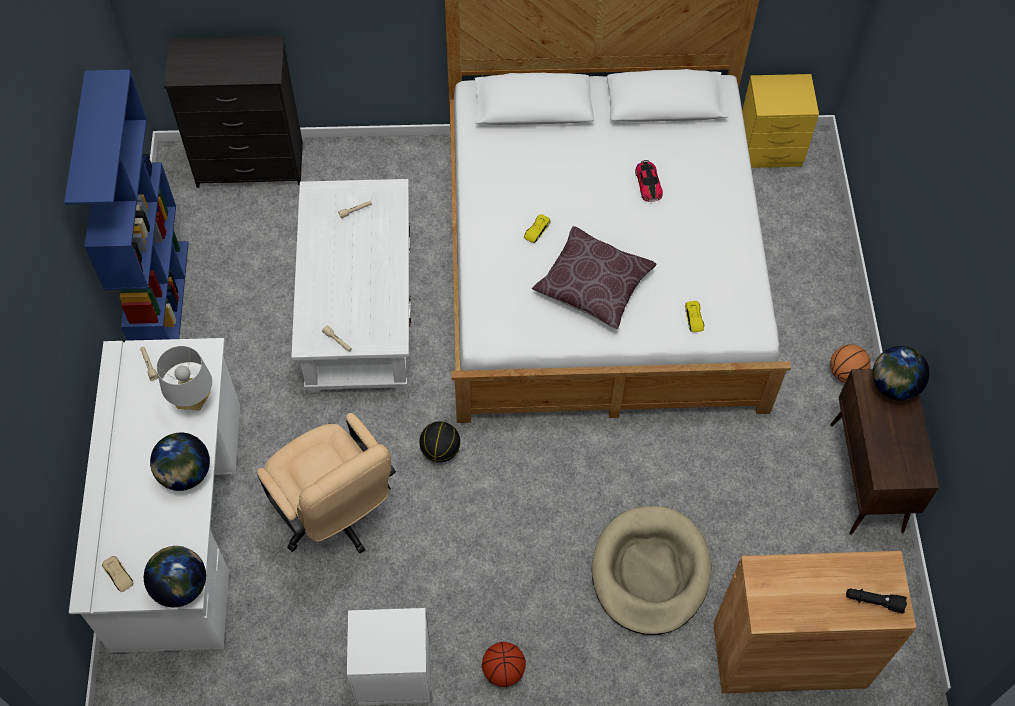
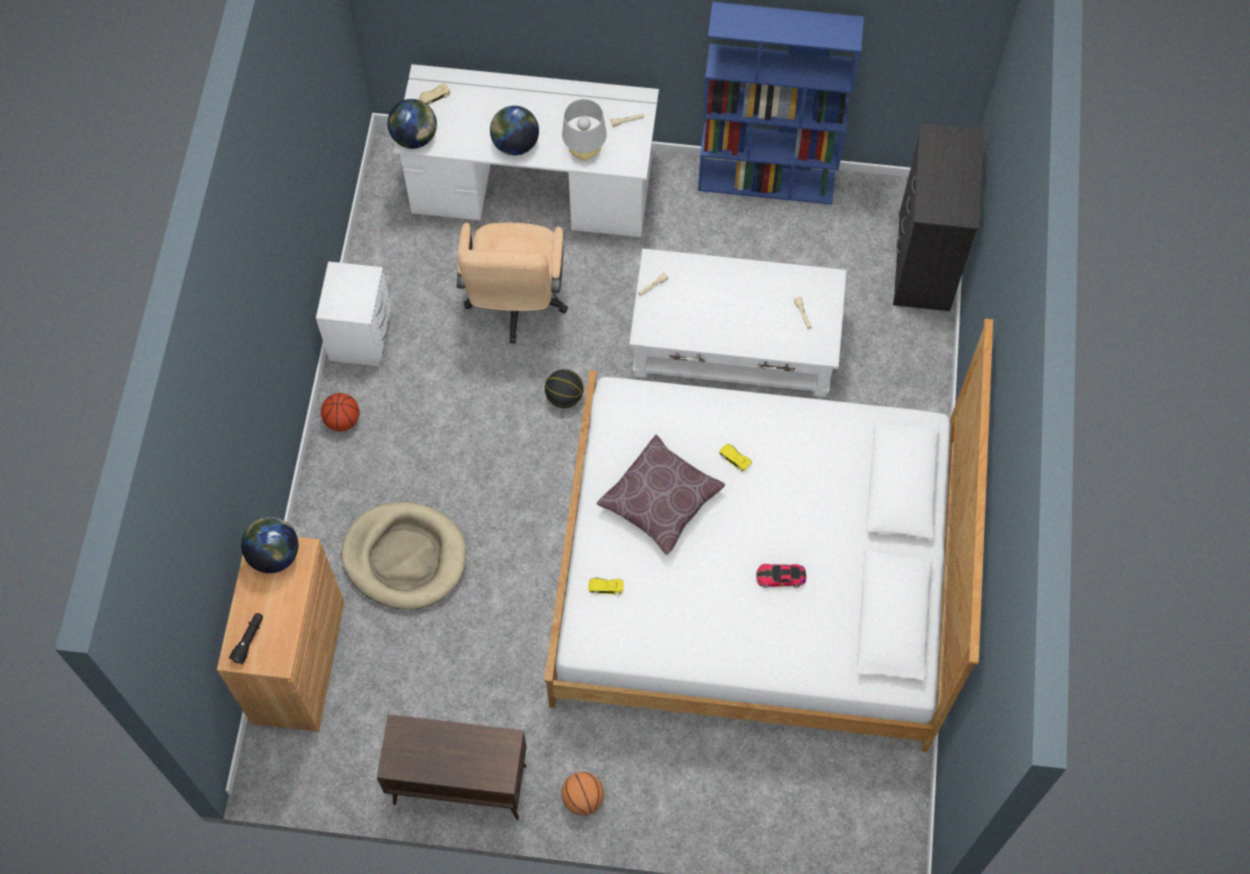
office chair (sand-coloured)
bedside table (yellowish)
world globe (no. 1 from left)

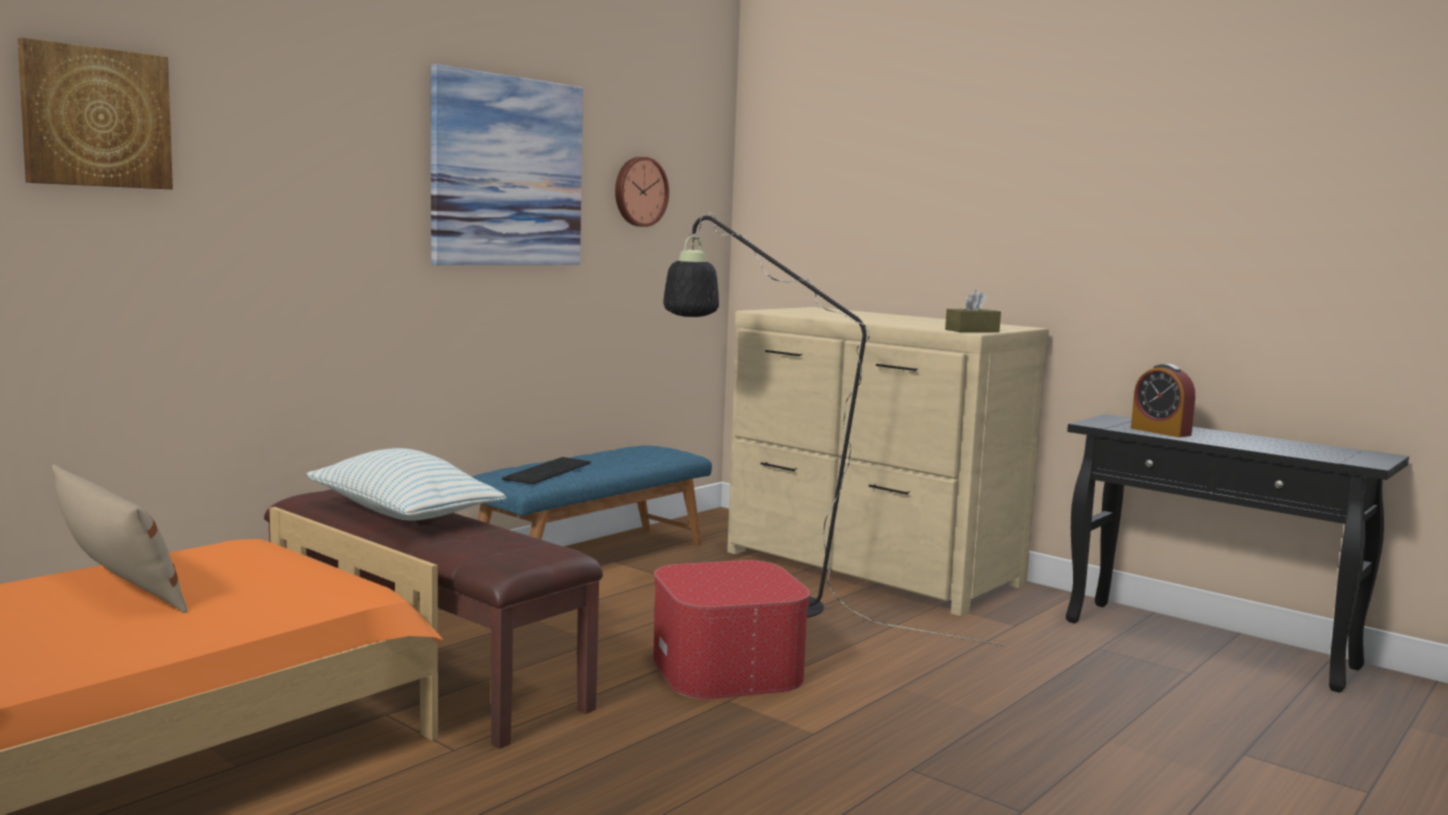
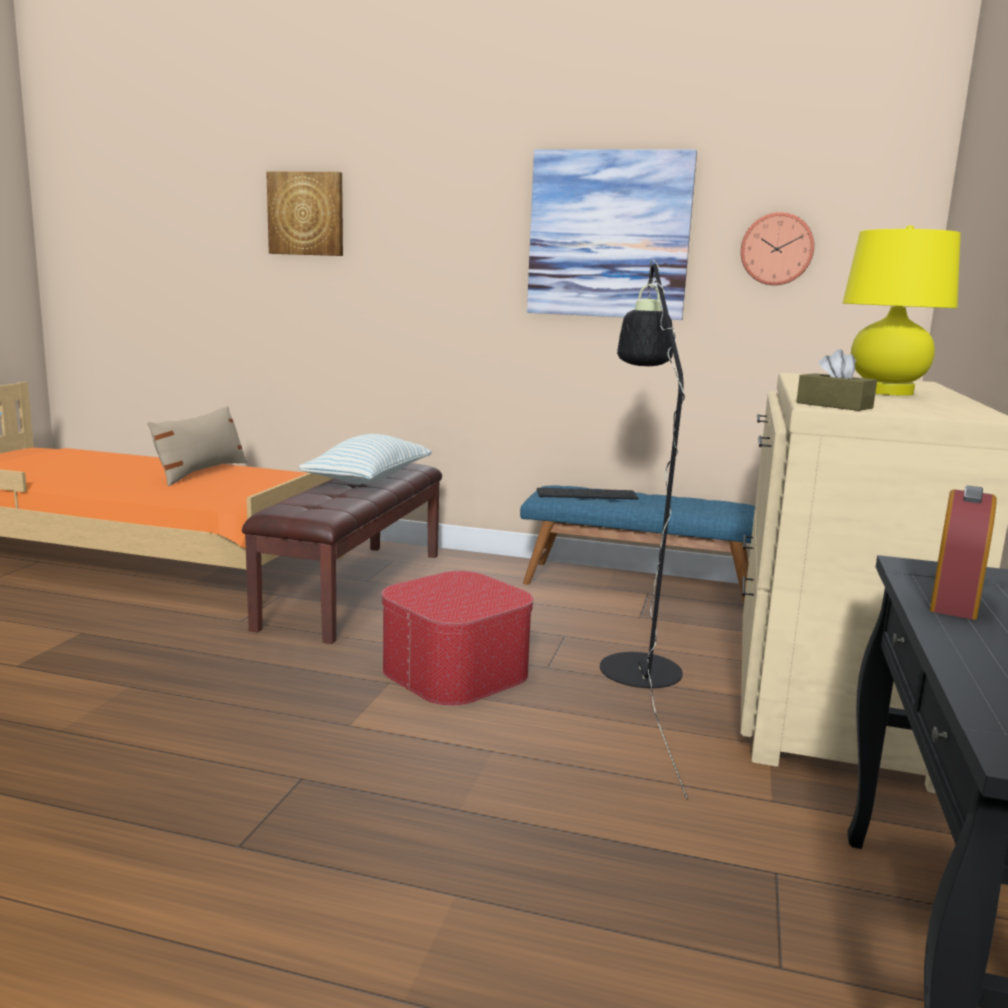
table lamp (yellowish)

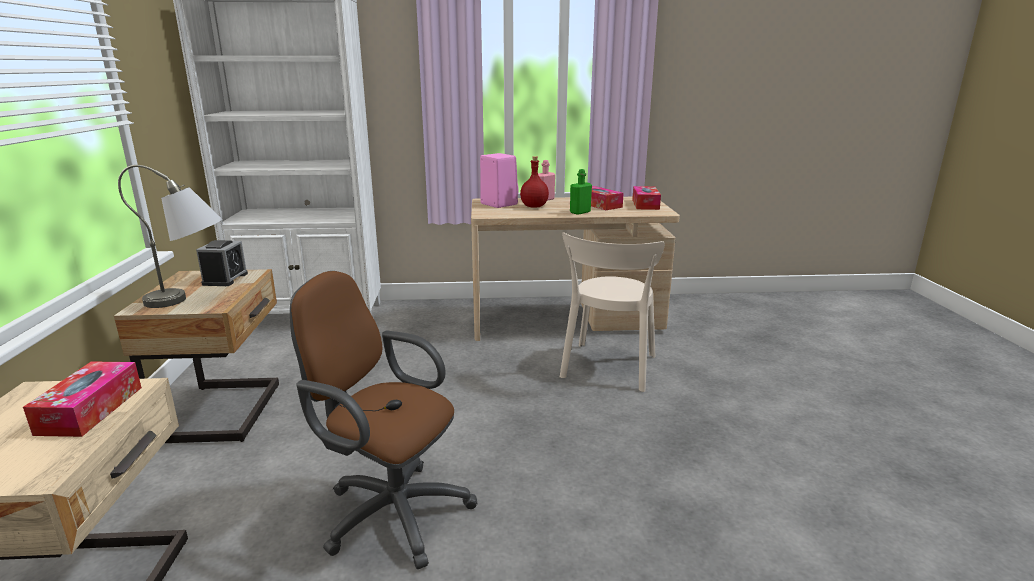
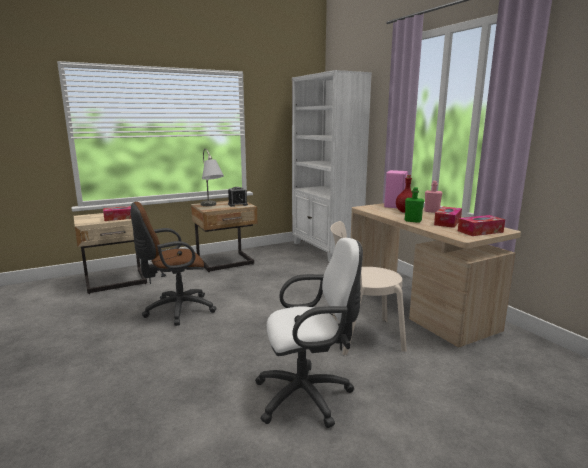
office chair (brown-coloured)
office chair (white)

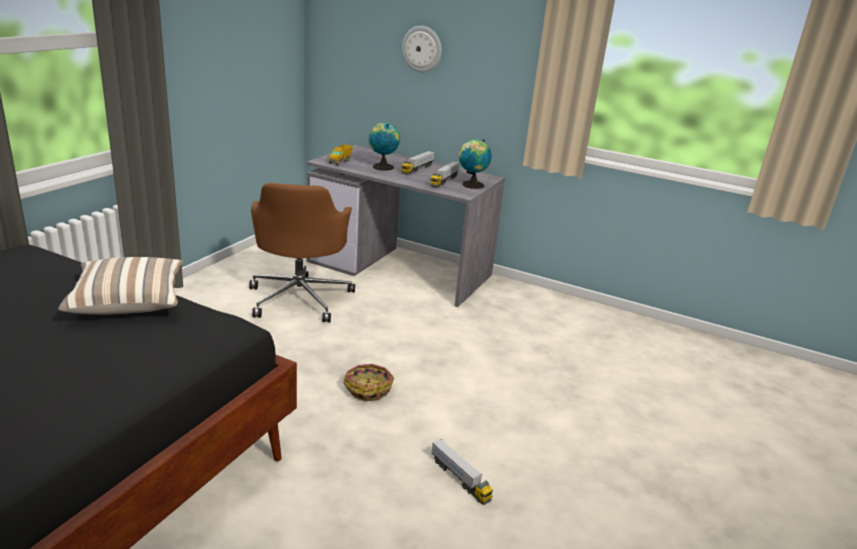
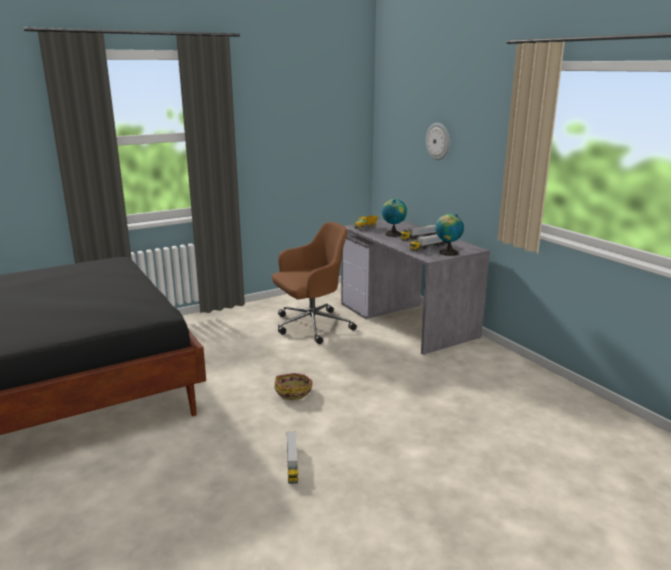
cushion
office chair (brown-coloured)

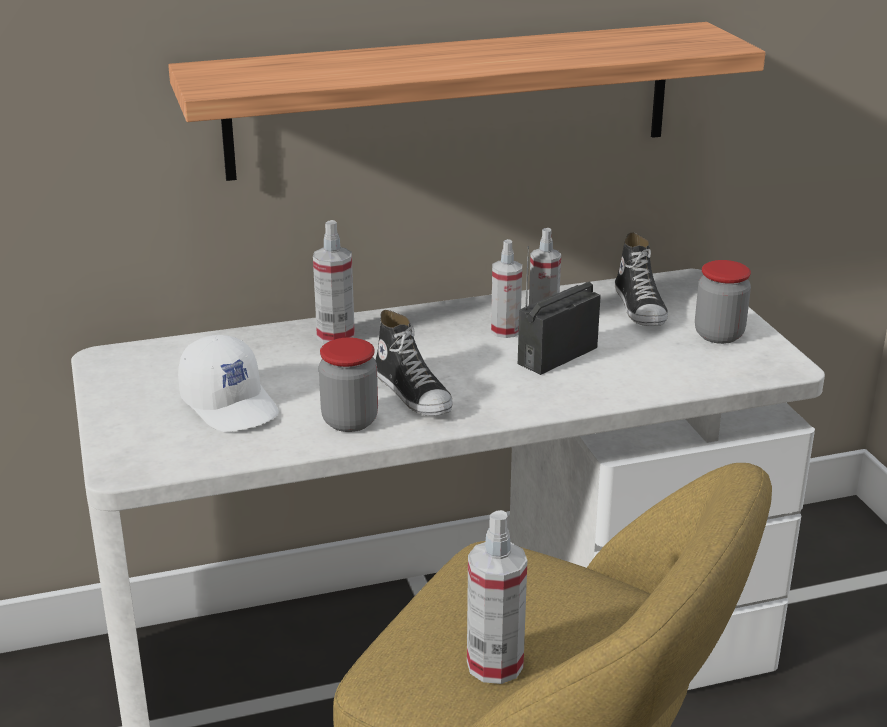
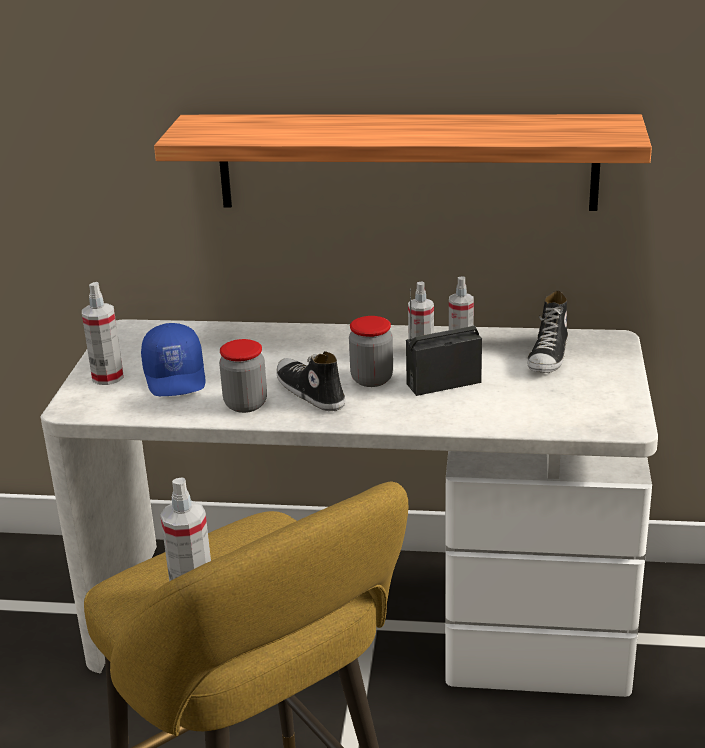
peaked cap (blue)
sprayer (no. 1 from left)
low shoe (no. 1 from left)
preserve jar (no. 2 from left)

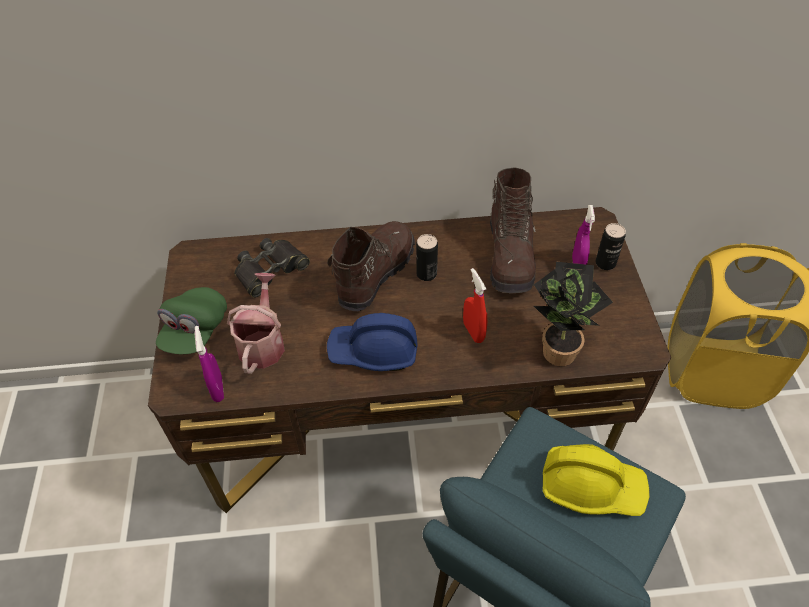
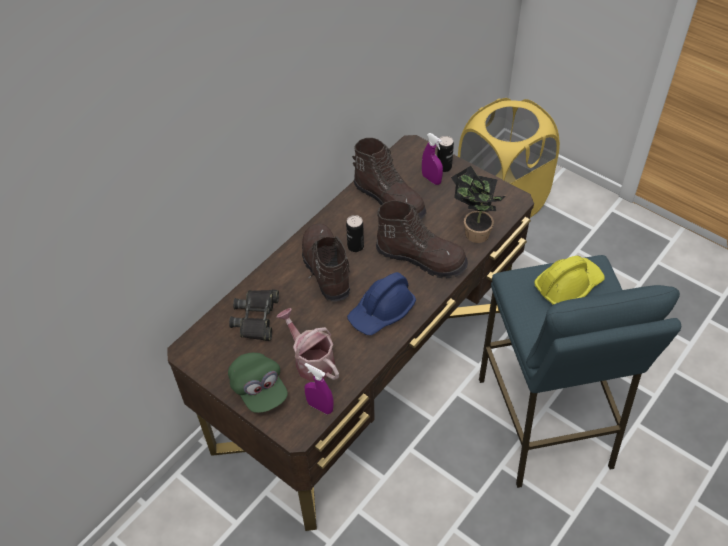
tall boot (brown-coloured) (no. 3 from left)

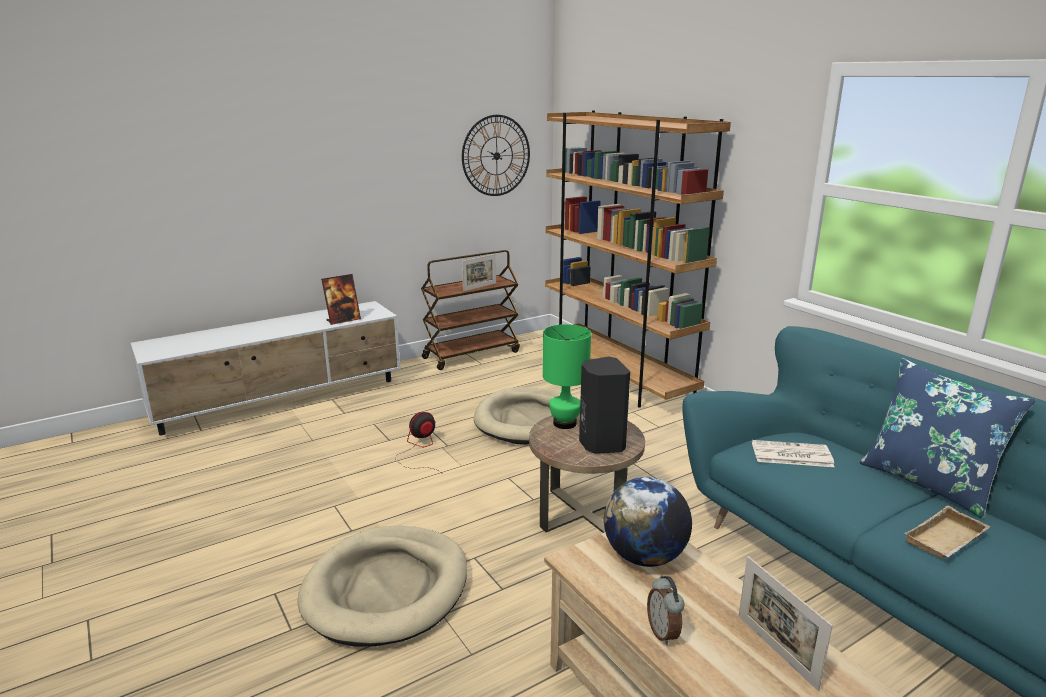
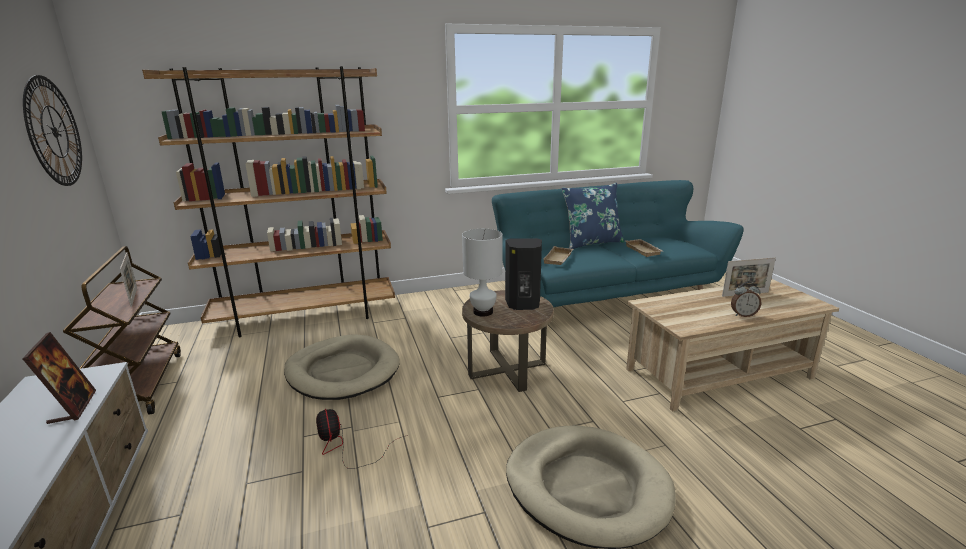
table lamp (white)
world globe
carrying tray (sand-coloured) (no. 1 from left)

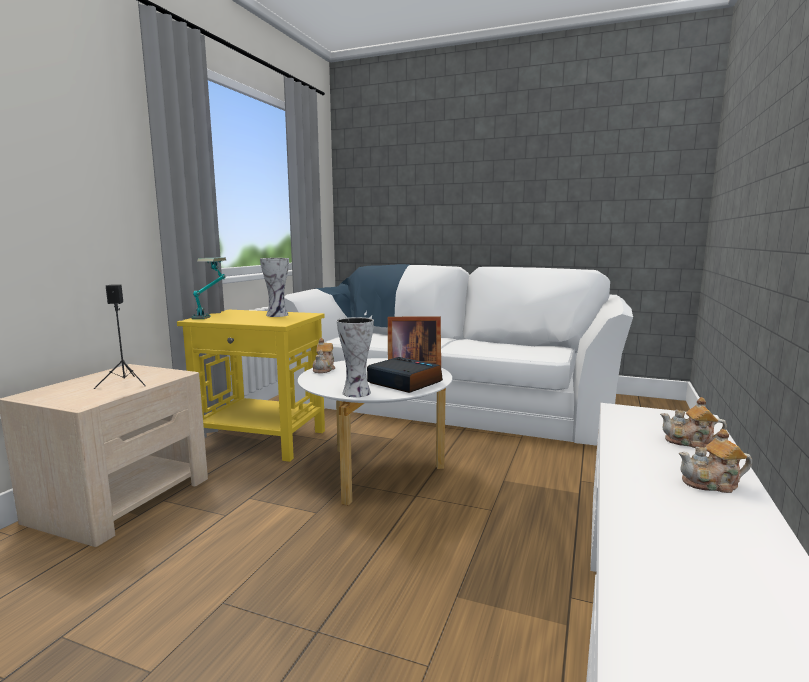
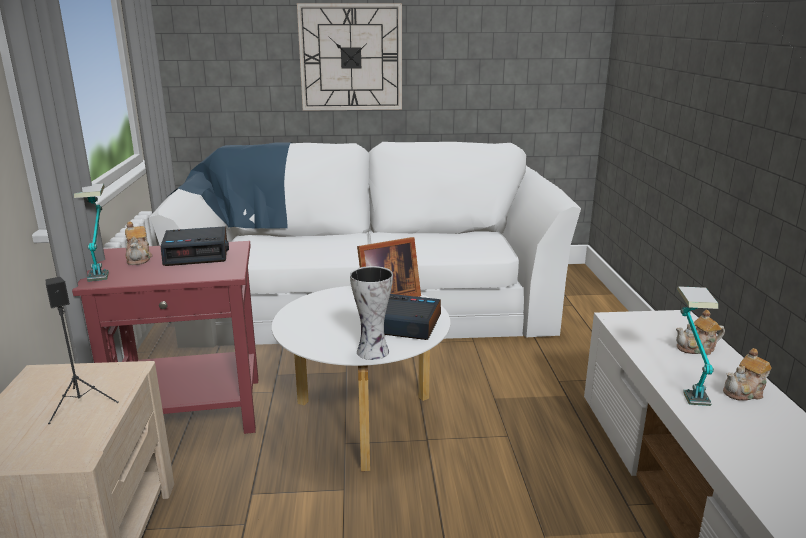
accent table (red)
table clock (no. 1 from left)
teapot (no. 1 from left)
clock on the wall
table lamp (no. 2 from left)

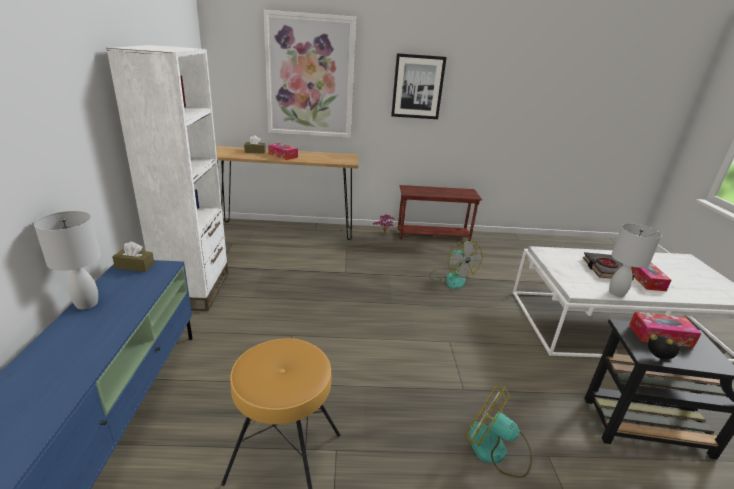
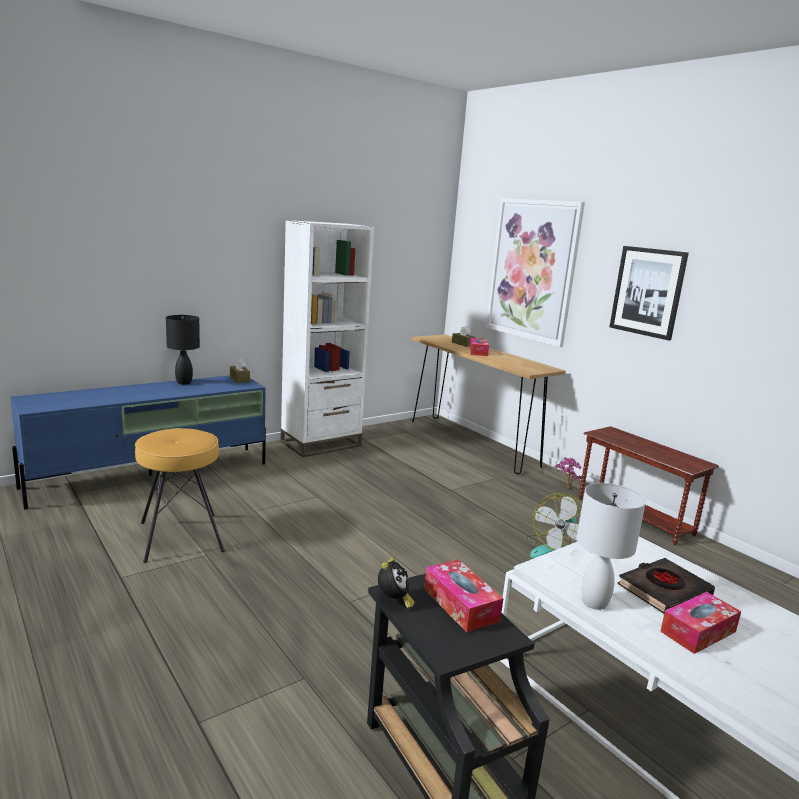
table lamp (black)
fan (no. 2 from left in the first image)

